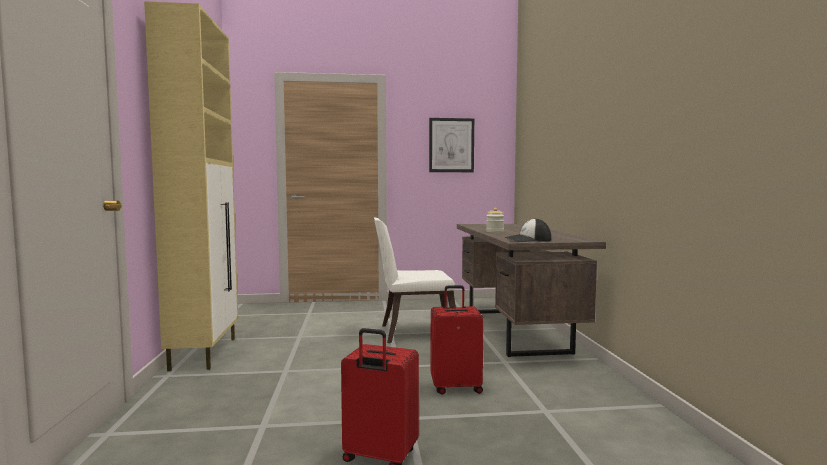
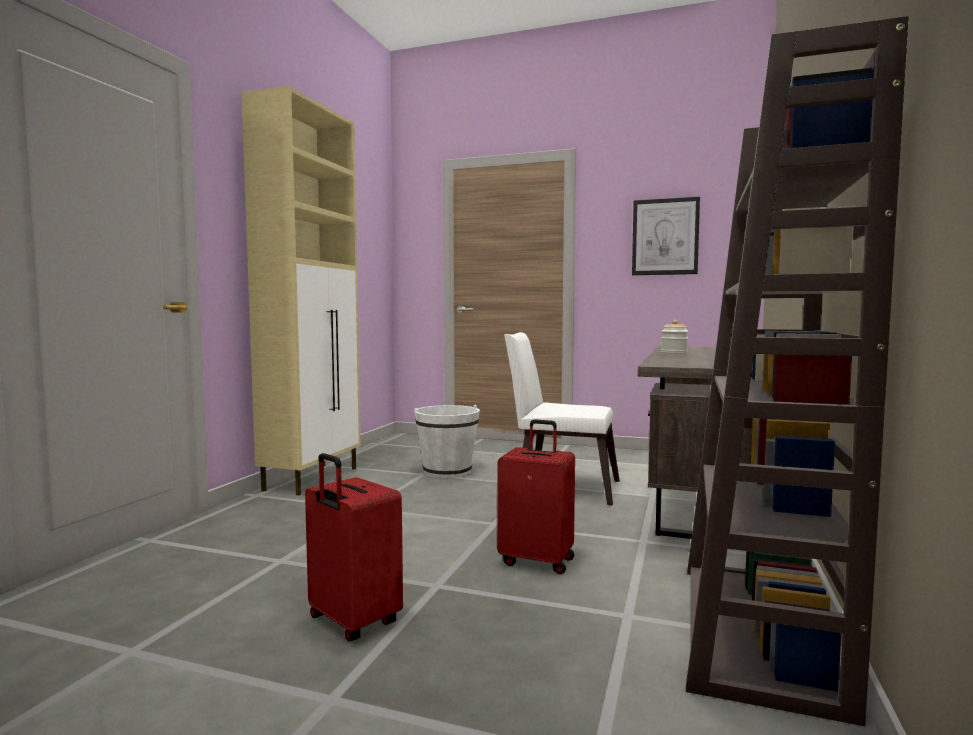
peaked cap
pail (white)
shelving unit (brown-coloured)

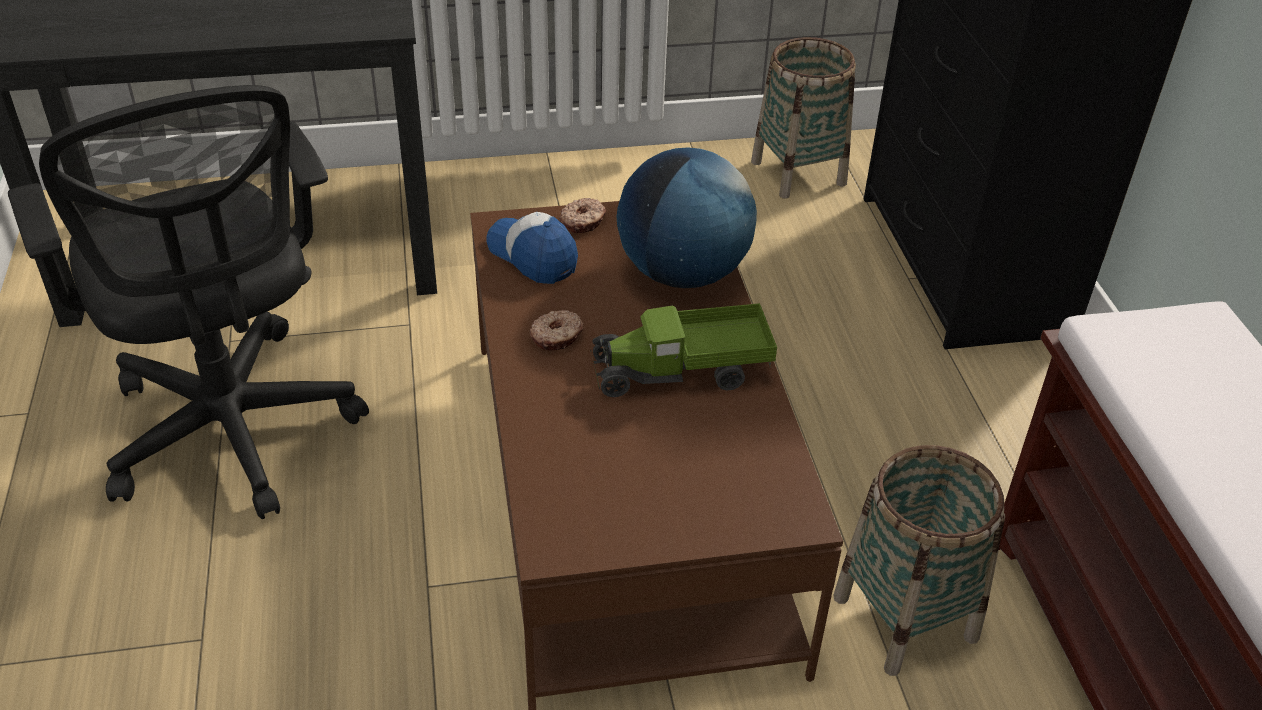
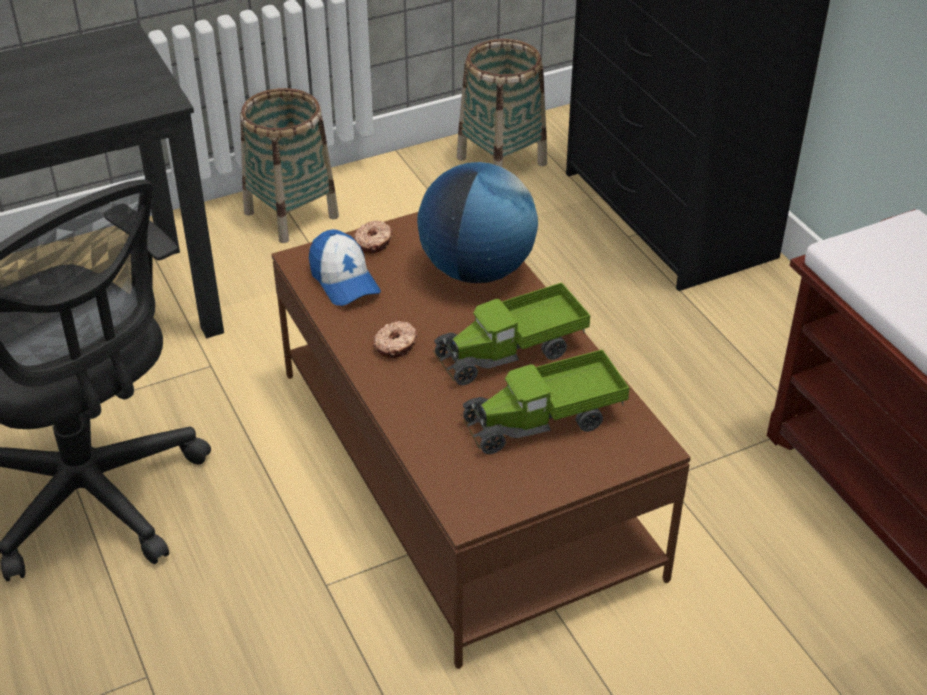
peaked cap
storage basket (no. 1 from left)
toy truck (no. 2 from left)

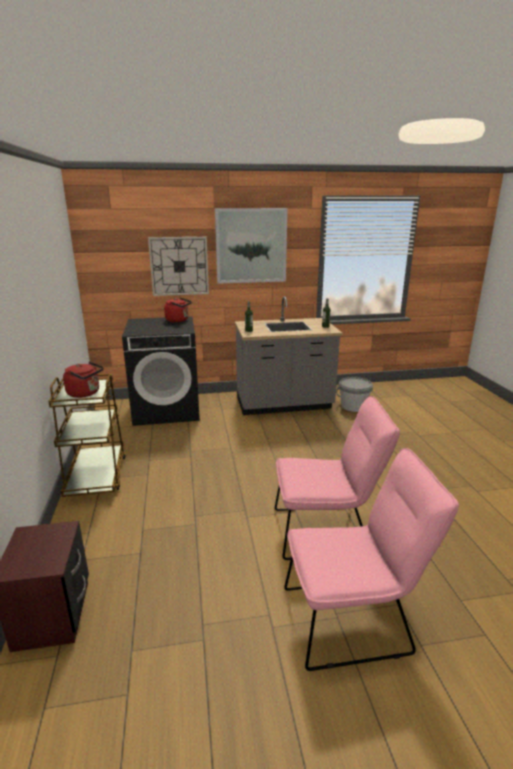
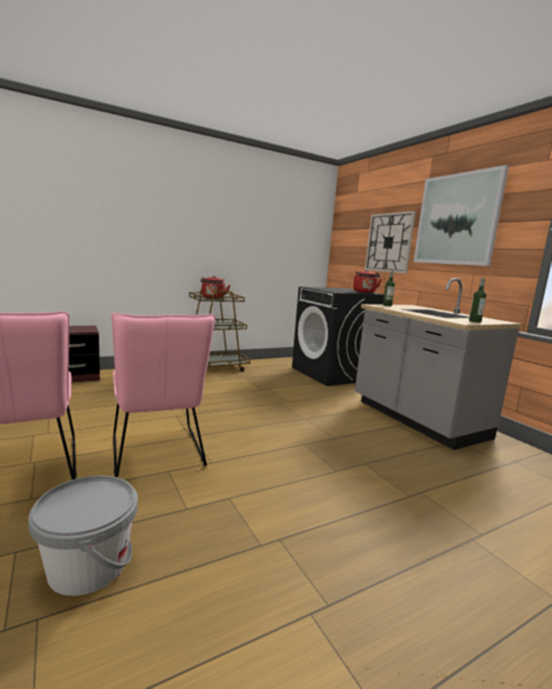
pail (grey)

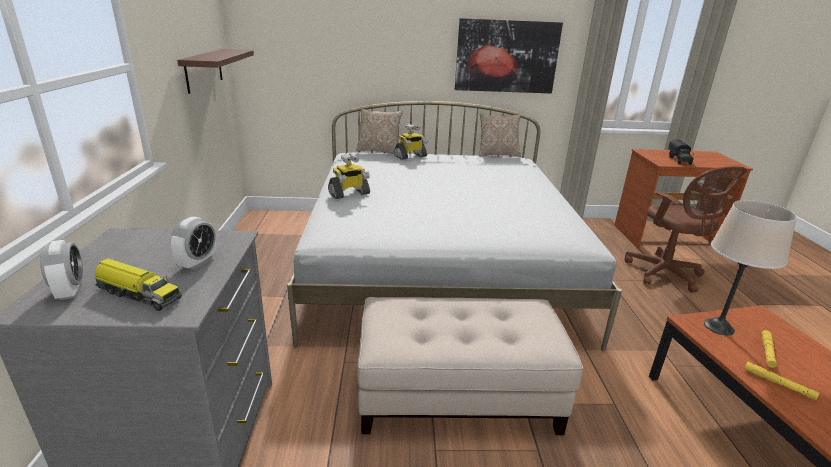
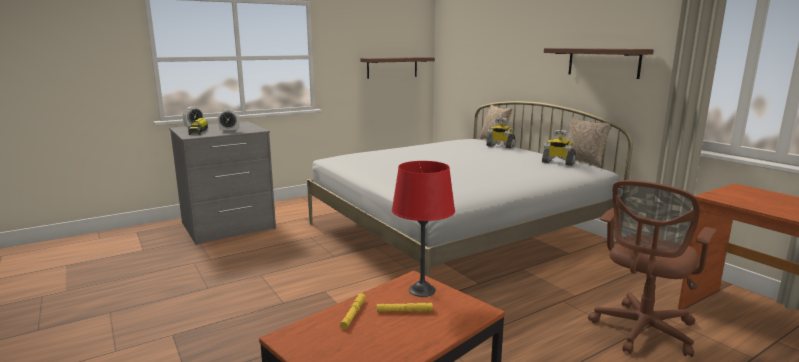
toy robot (no. 2 from left)
ottoman (sand-coloured)
wall shelf (brown-coloured) (no. 2 from left)
toy truck (no. 2 from left in the first image)
table lamp (red)

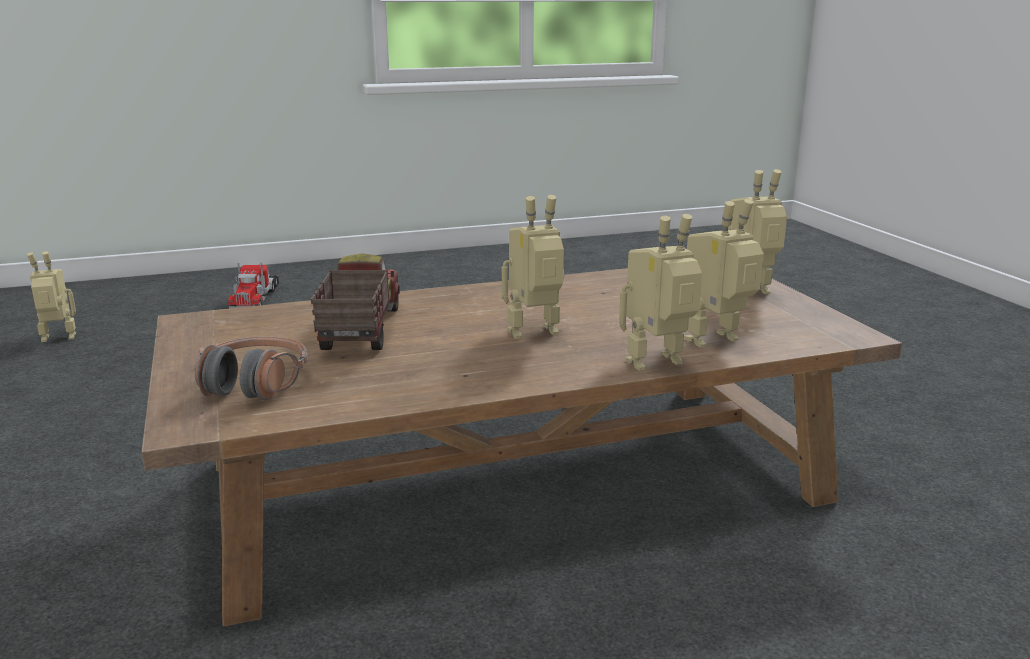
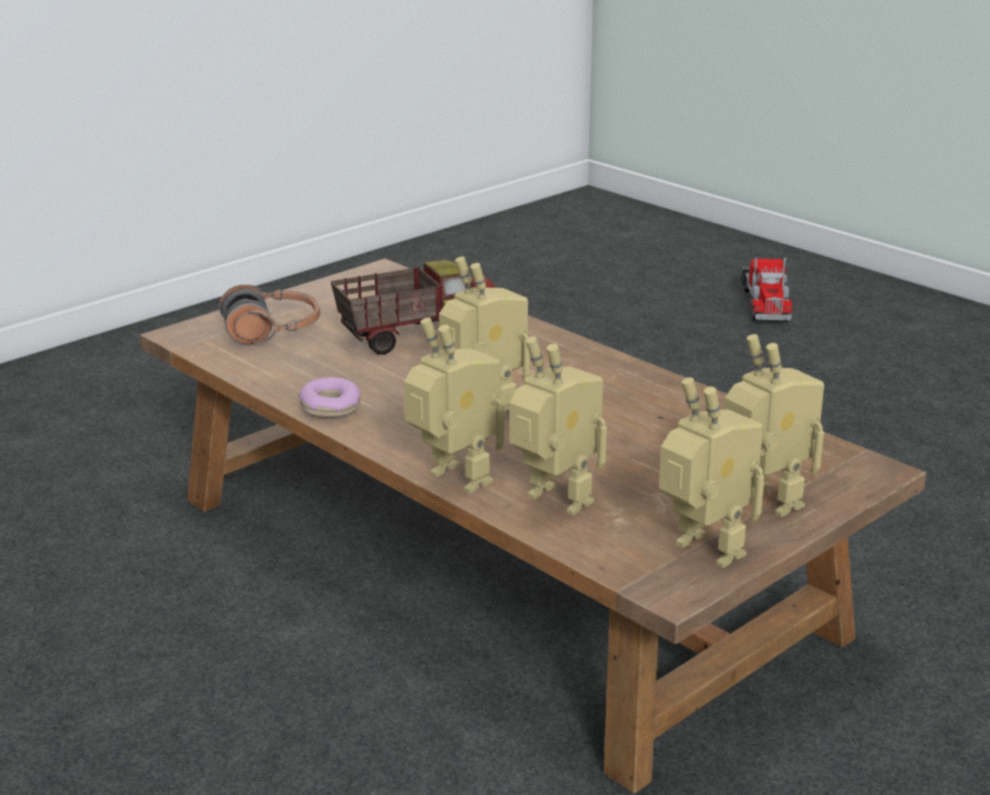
toy robot (no. 4 from left)
toy truck (no. 2 from left)
ring doughnut

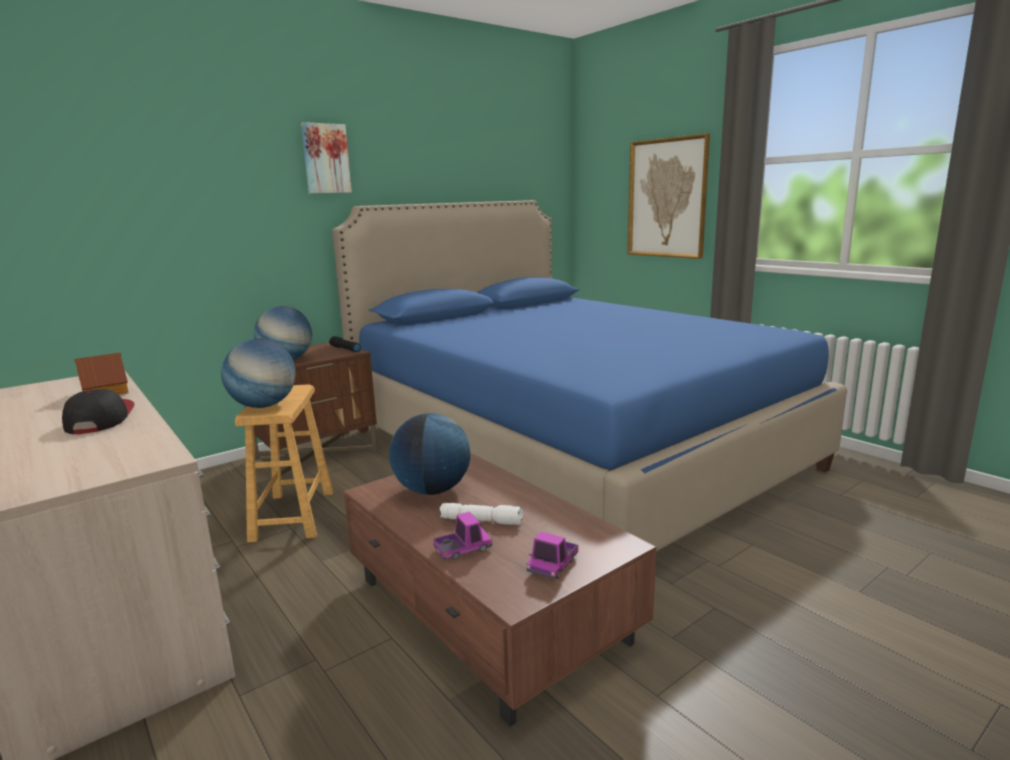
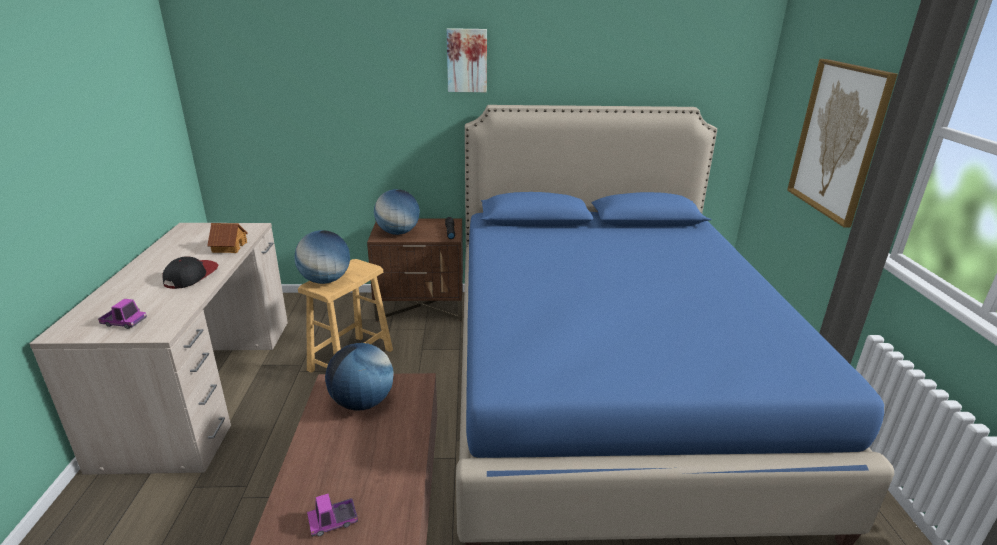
toy truck (no. 1 from left)
hand torch (white)

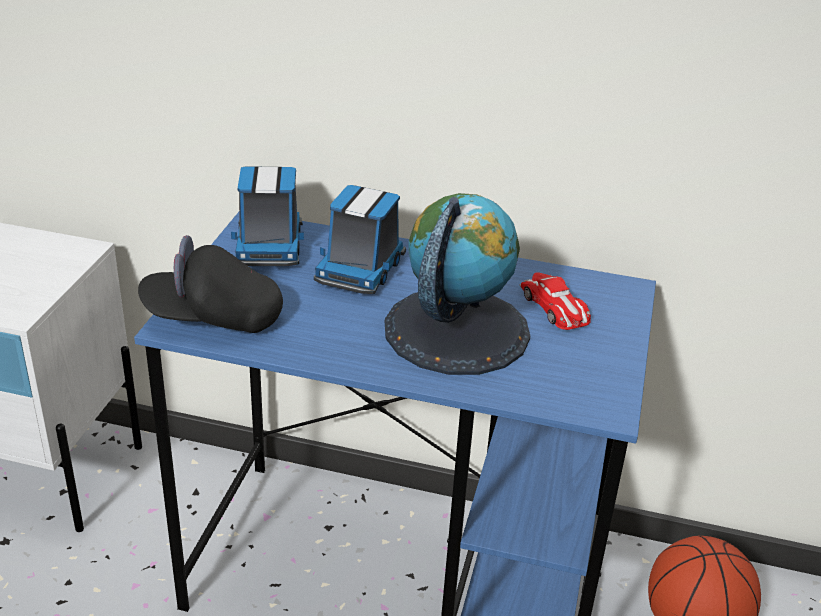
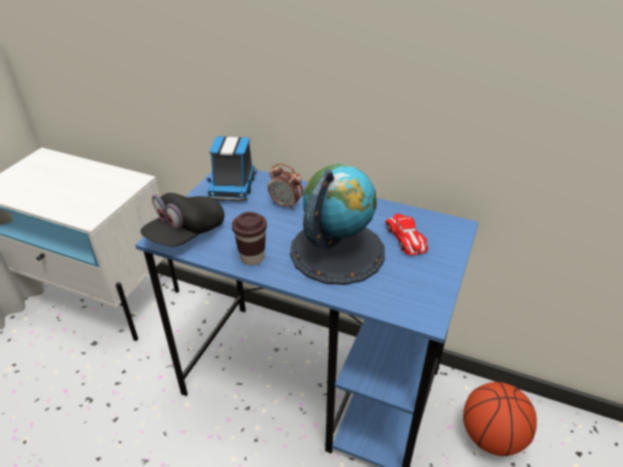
peaked cap (black)
table clock
drinking cup (brown-coloured)

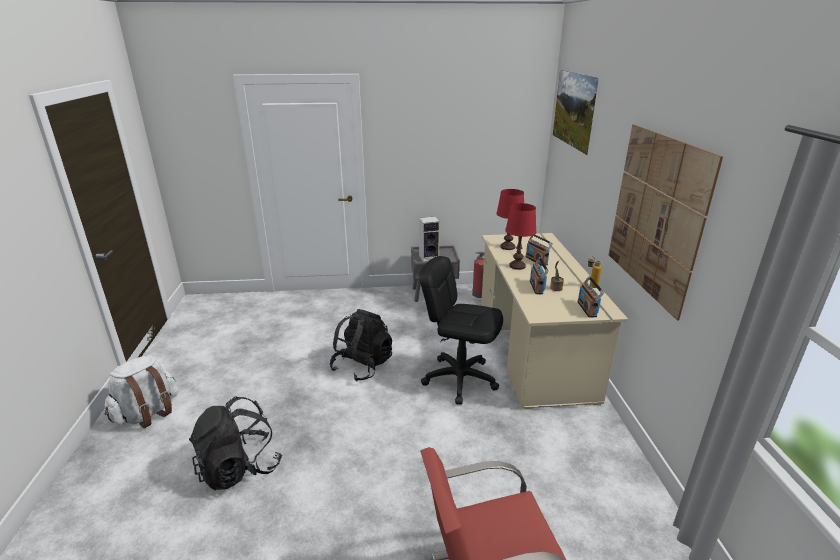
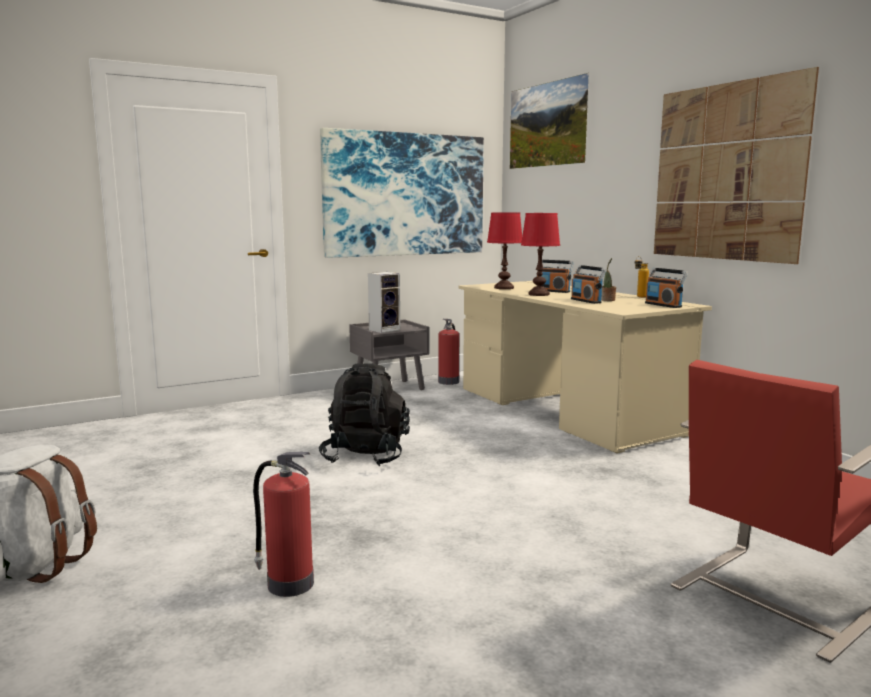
fire extinguisher (no. 1 from left)
office chair (black)
picture (no. 1 from left)

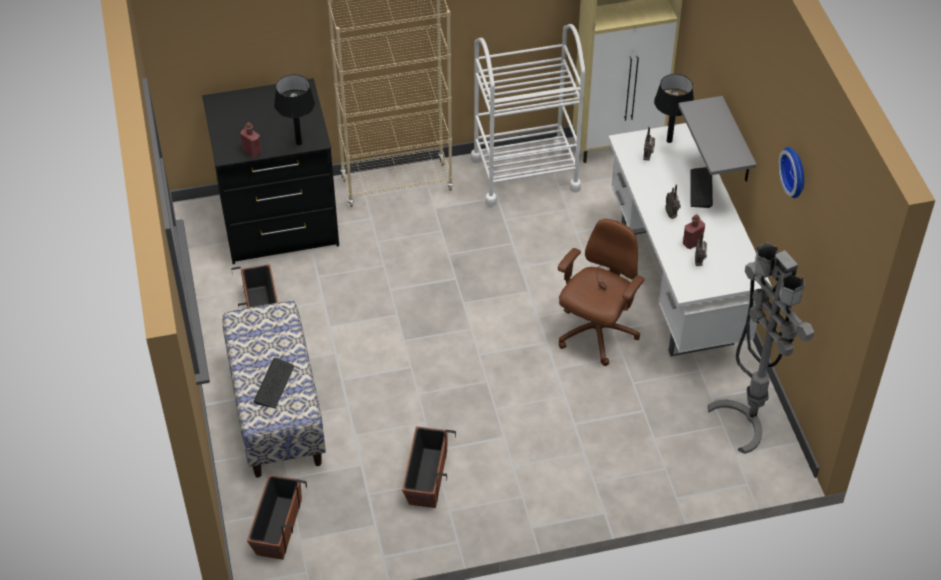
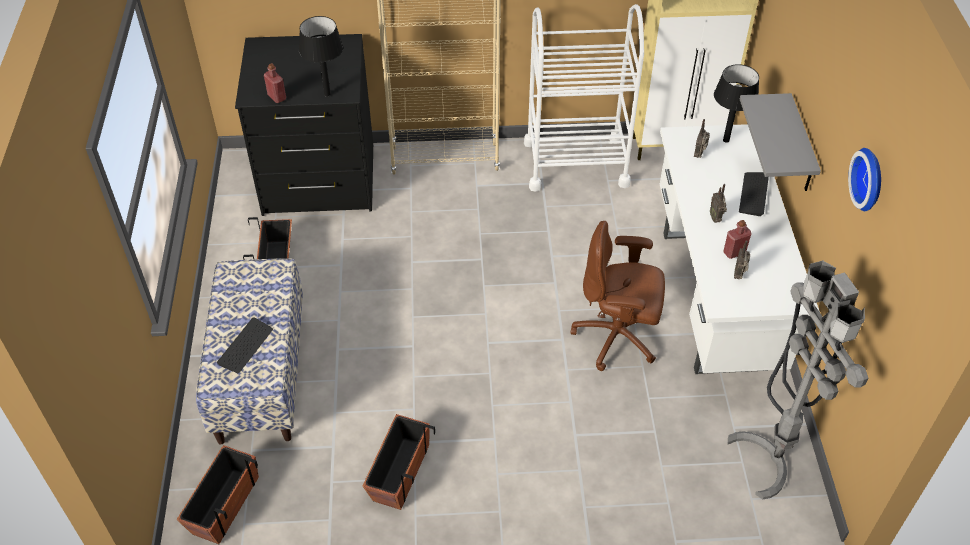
office chair (brown-coloured)

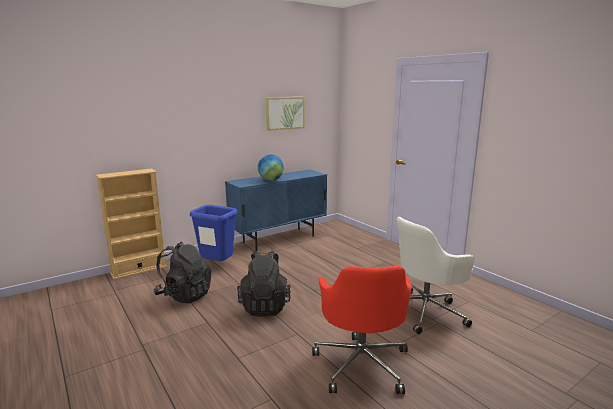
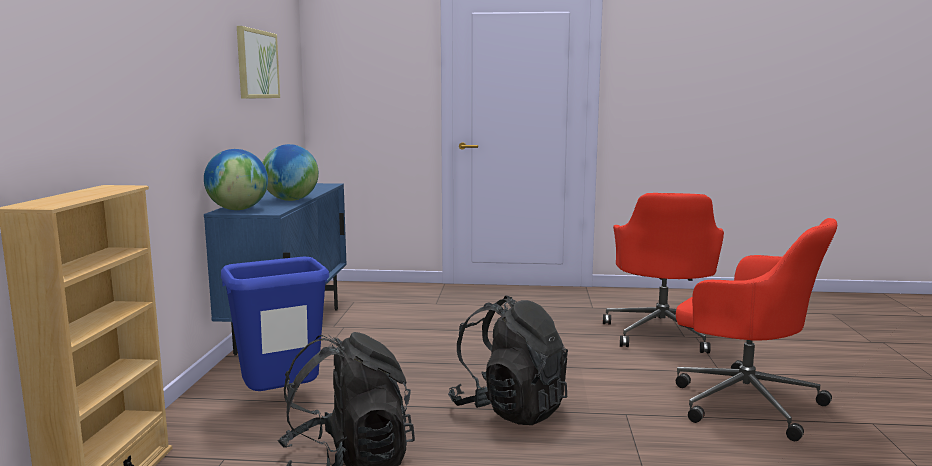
office chair (red) (no. 1 from left)
world globe (no. 1 from left)

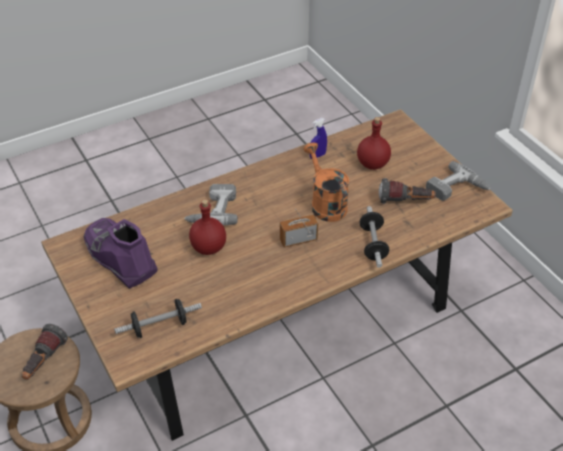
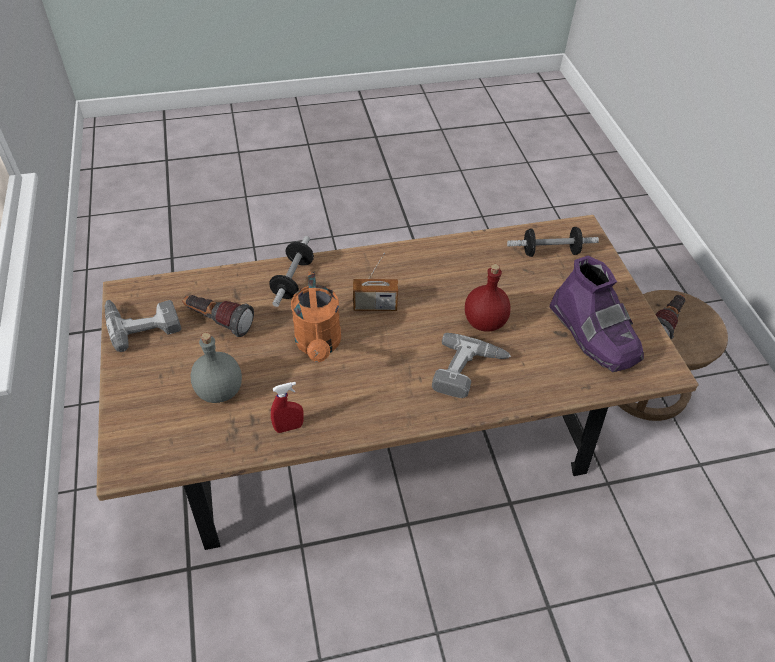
sprayer (red)
beverage bottle (grey)

